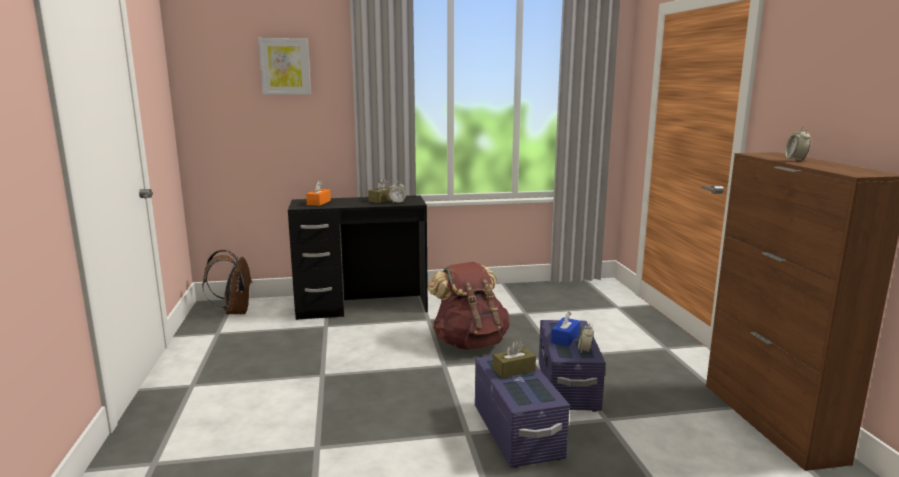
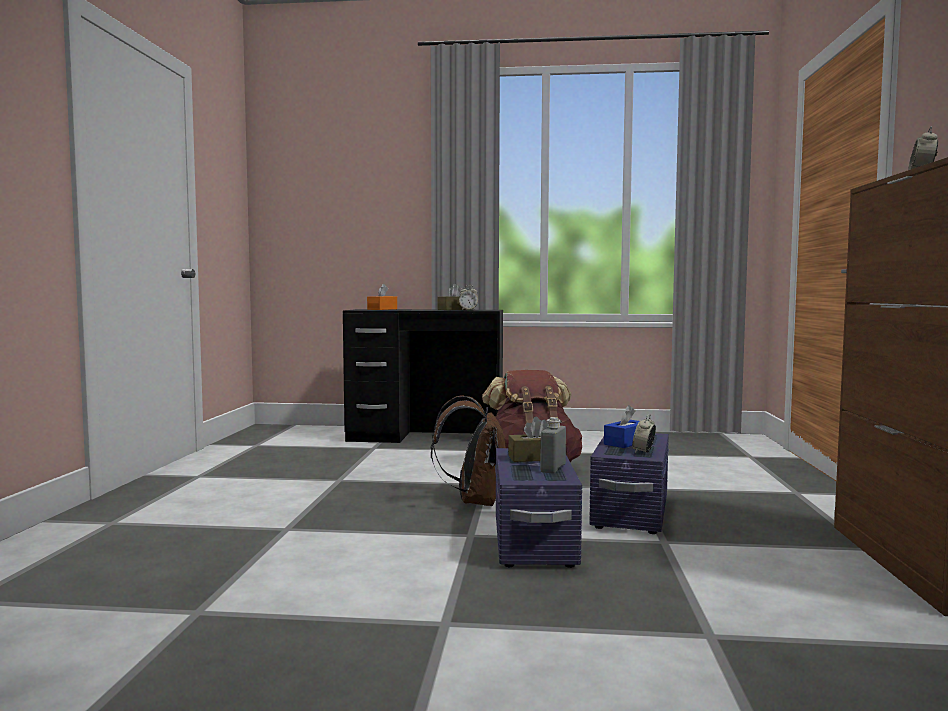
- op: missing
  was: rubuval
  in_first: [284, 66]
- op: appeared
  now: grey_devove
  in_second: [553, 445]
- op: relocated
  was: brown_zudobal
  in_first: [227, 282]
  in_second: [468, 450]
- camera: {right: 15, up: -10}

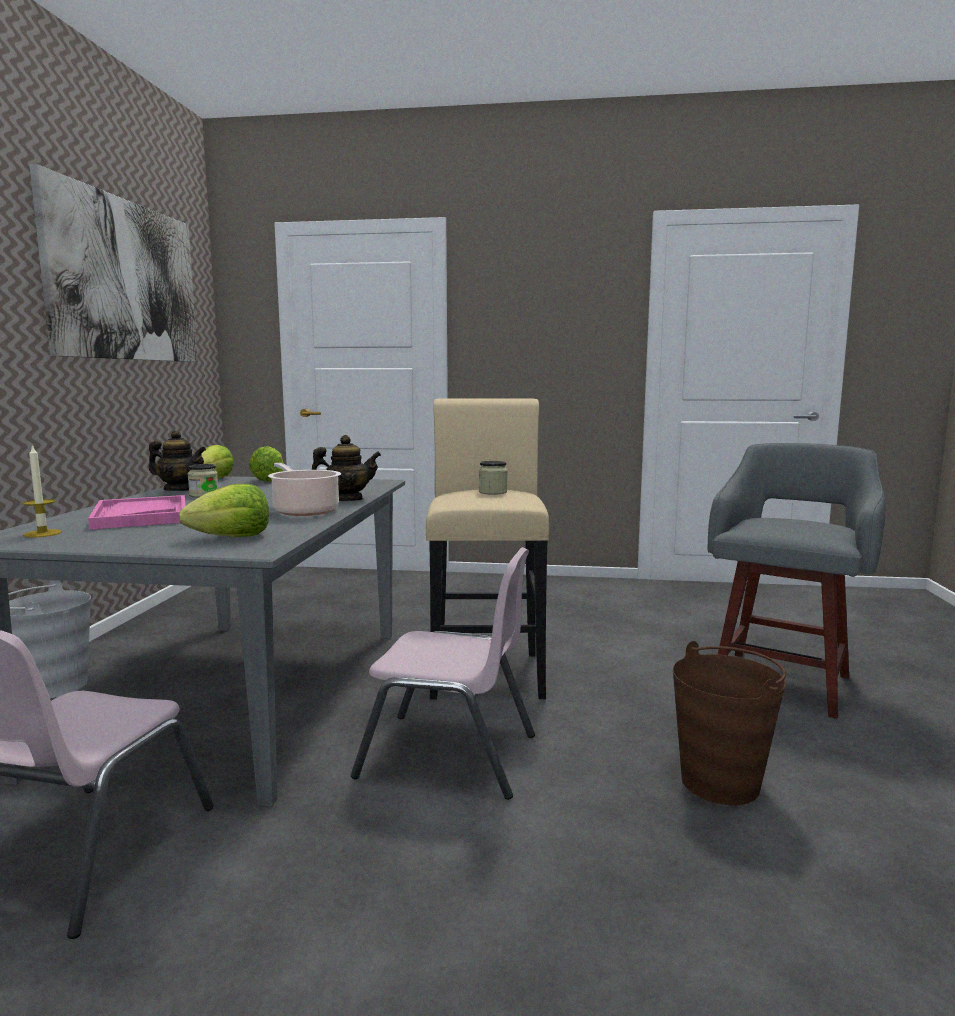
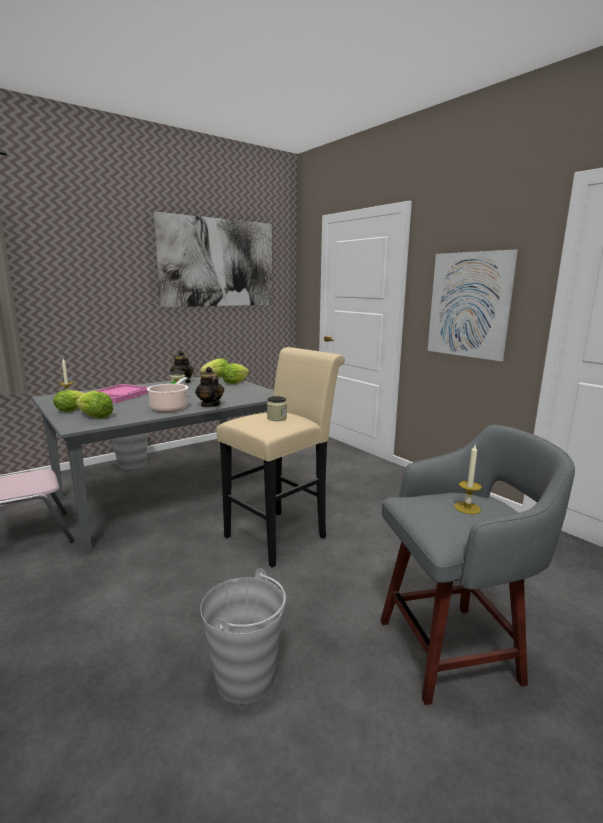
- op: missing
  was: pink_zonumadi
  in_first: [443, 673]
- op: appeared
  now: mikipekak
  in_second: [68, 401]
- op: appeared
  now: rubuval
  in_second: [473, 306]
- op: appeared
  now: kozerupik
  in_second: [468, 479]
- op: colour
  was: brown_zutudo
  now: grey_zutudo
  in_first: [729, 723]
  in_second: [243, 636]
- op: spun
  was: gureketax
  in_first: [346, 468]
  in_second: [209, 387]
  clockwise: -150
- camera: {right: 45, up: 5}

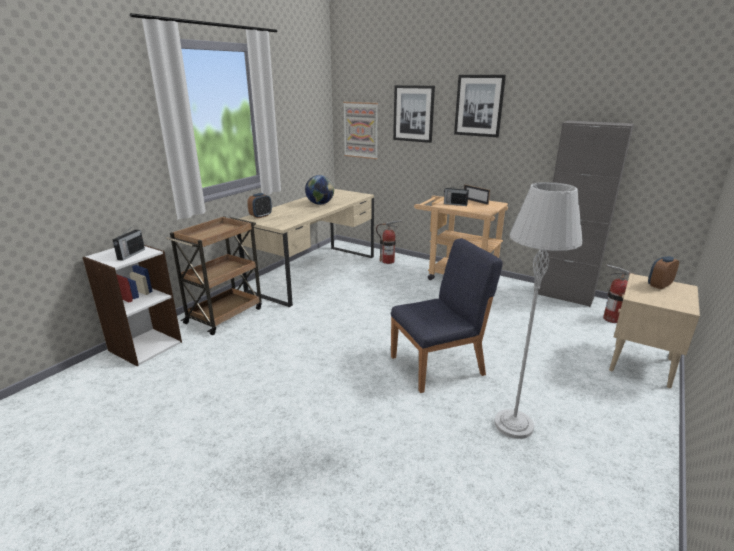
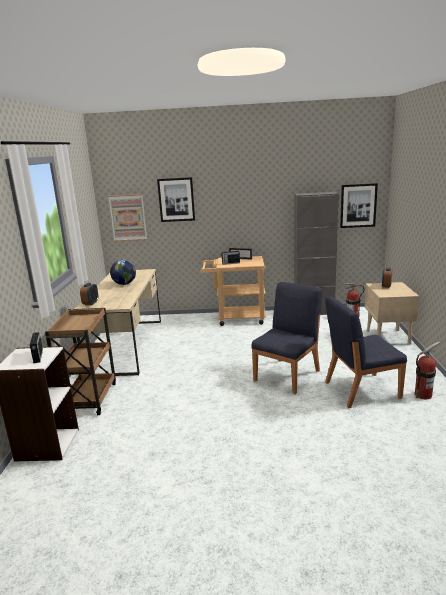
- op: relocated
  was: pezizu
  in_first: [389, 242]
  in_second: [427, 370]
- op: relocated
  was: rubuval
  in_first: [480, 106]
  in_second: [359, 205]
- op: exchanged
  was: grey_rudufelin
  now: blue_zonumadi
  in_first: [538, 310]
  in_second: [366, 352]
- camera: {right: -30, up: -5}

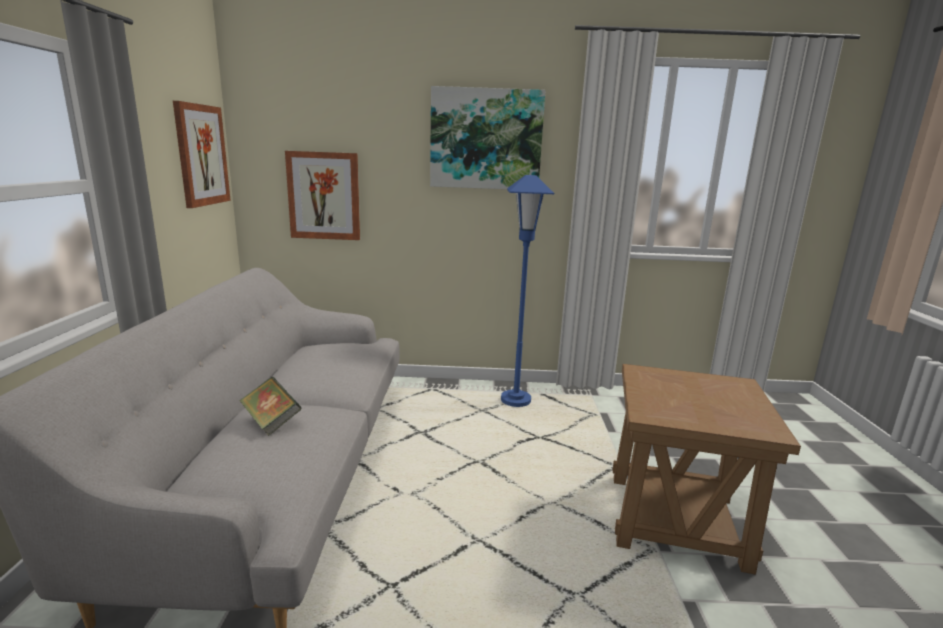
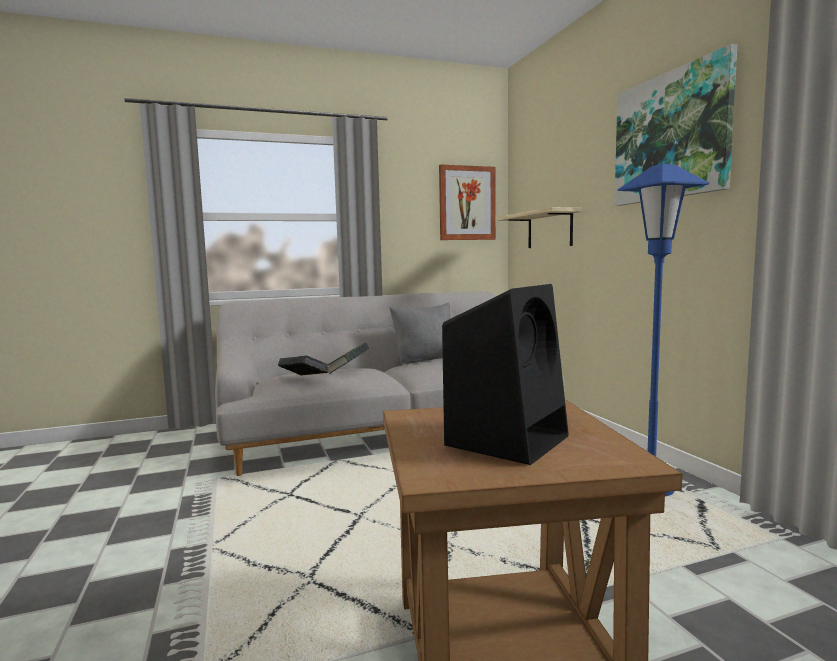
- op: appeared
  now: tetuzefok
  in_second: [304, 365]
- op: appeared
  now: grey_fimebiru
  in_second: [420, 334]
- op: appeared
  now: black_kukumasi
  in_second: [505, 374]
- op: exchanged
  was: rubuval
  now: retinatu
  in_first: [322, 195]
  in_second: [539, 227]
- camera: {right: 70, up: -10}

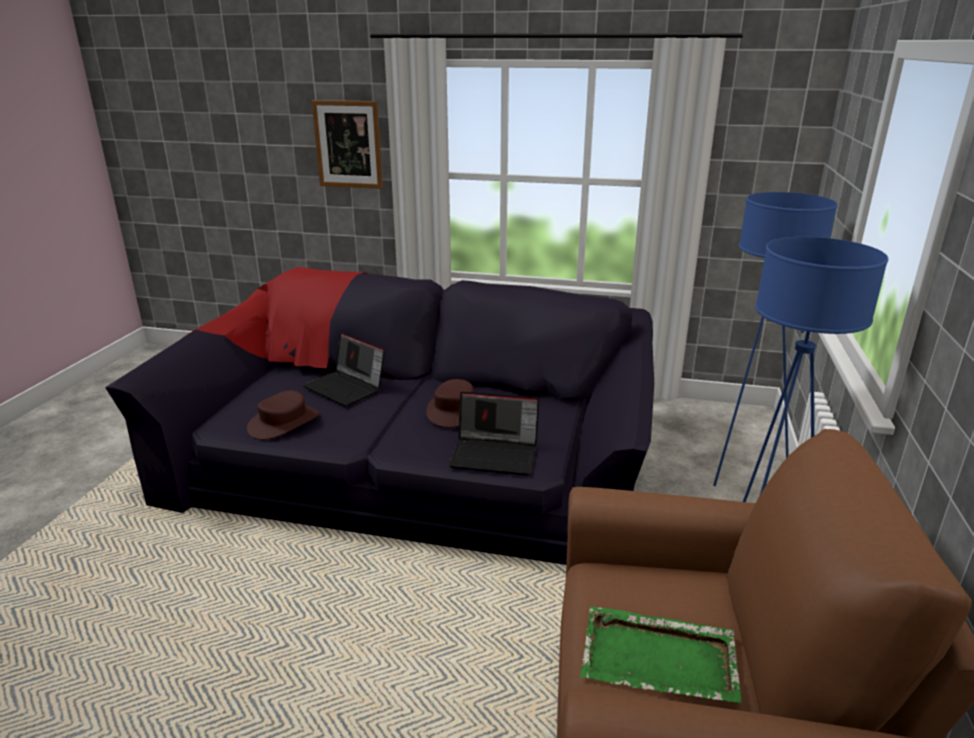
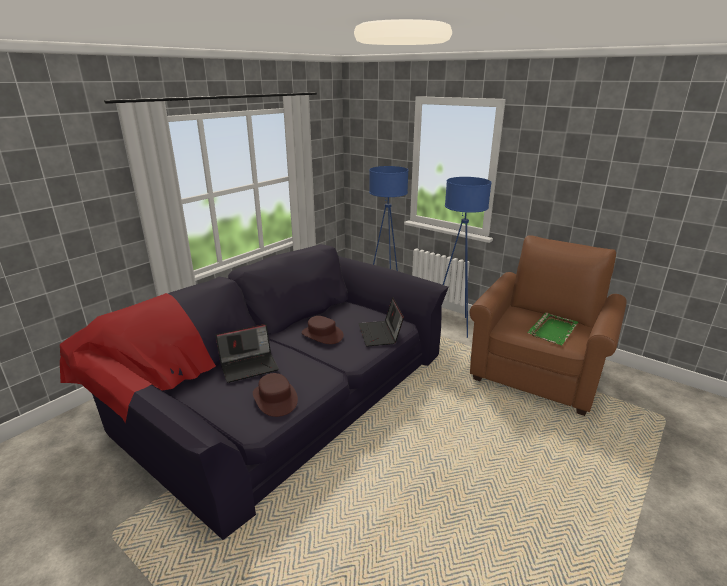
- op: missing
  was: rubuval
  in_first: [347, 144]
- op: spun
  was: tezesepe
  in_first: [493, 433]
  in_second: [381, 321]
  clockwise: 135
- camera: {right: -65, up: 0}

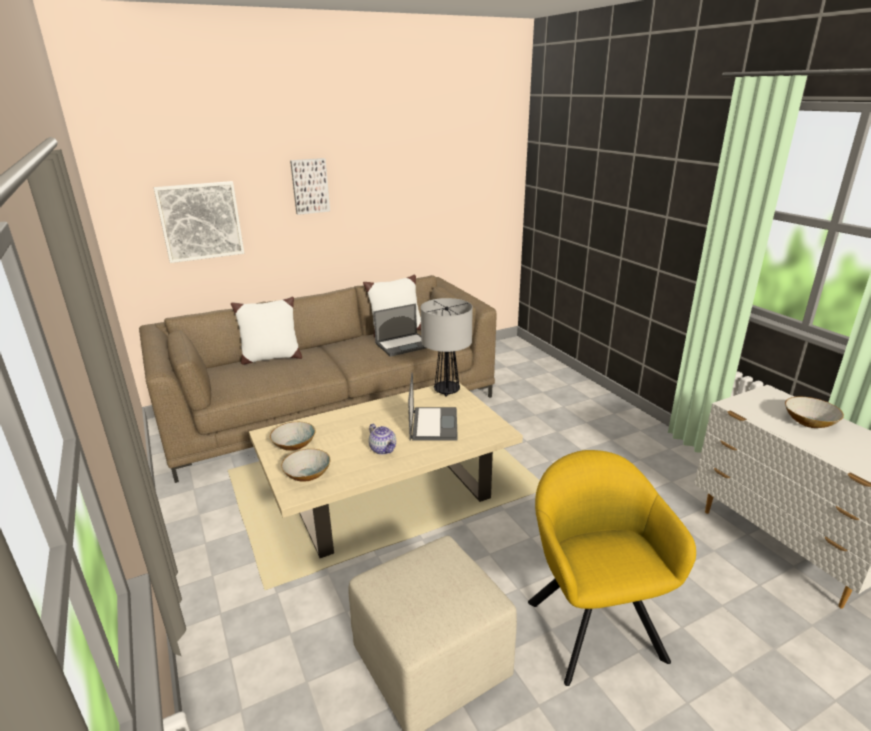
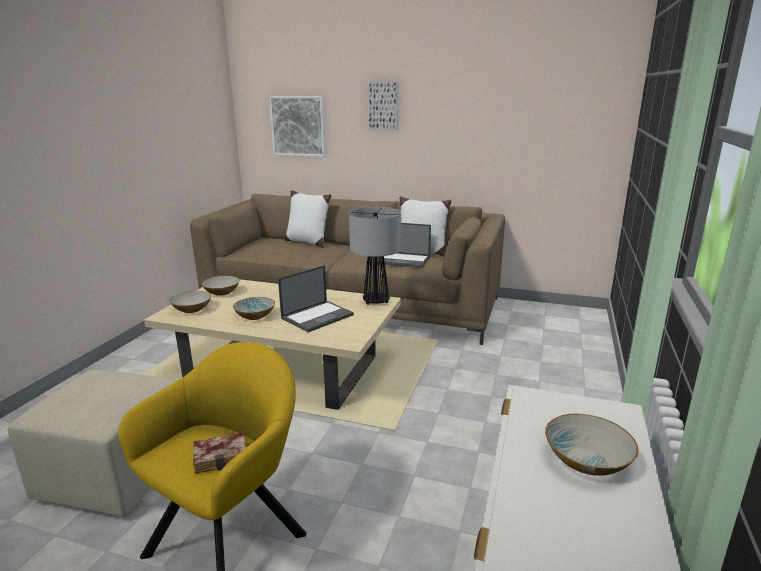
- op: appeared
  now: tetuzefok
  in_second: [219, 453]
- op: exchanged
  was: gureketax
  now: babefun
  in_first: [382, 439]
  in_second: [254, 308]
- camera: {right: 45, up: -5}

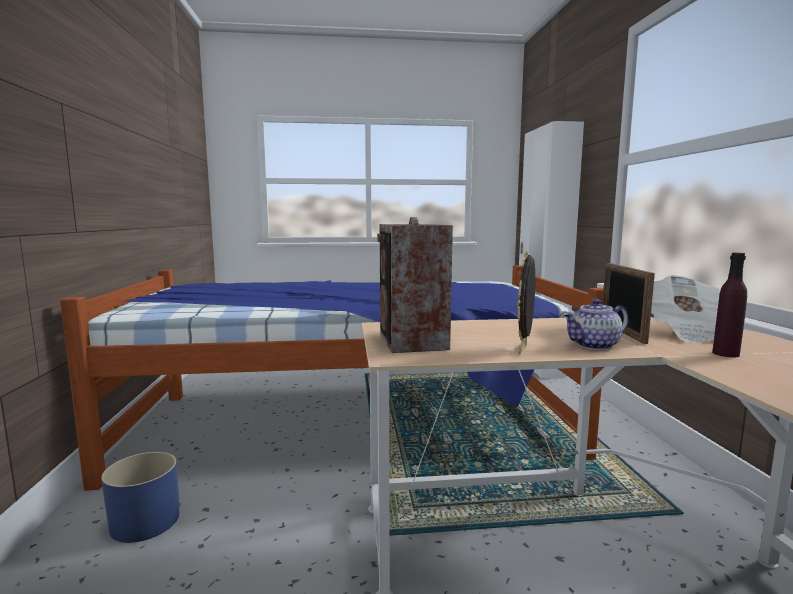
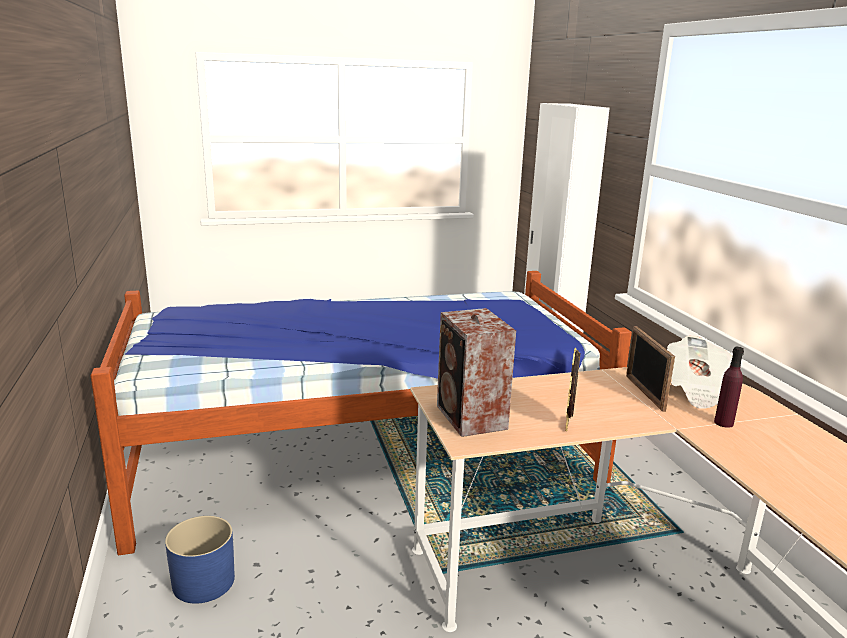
- op: missing
  was: gureketax
  in_first: [595, 324]
- camera: {right: -10, up: 10}

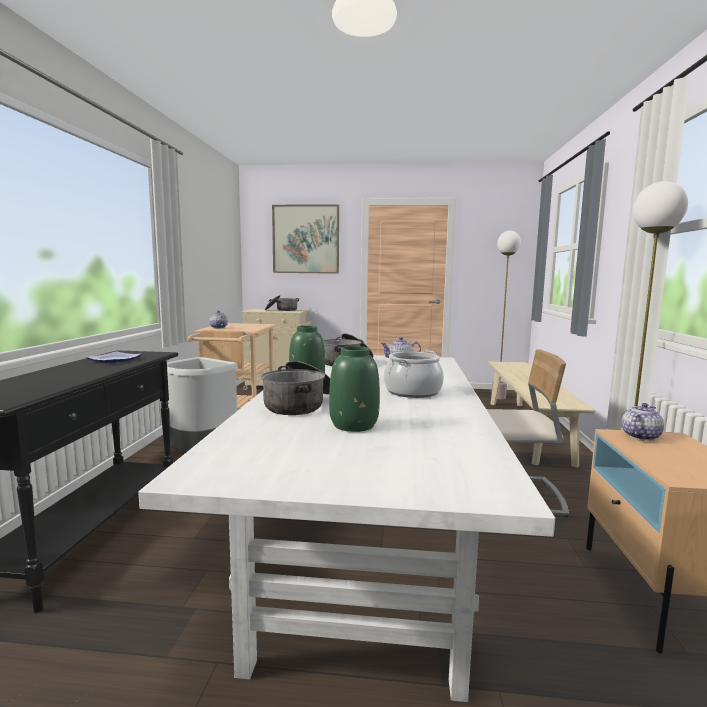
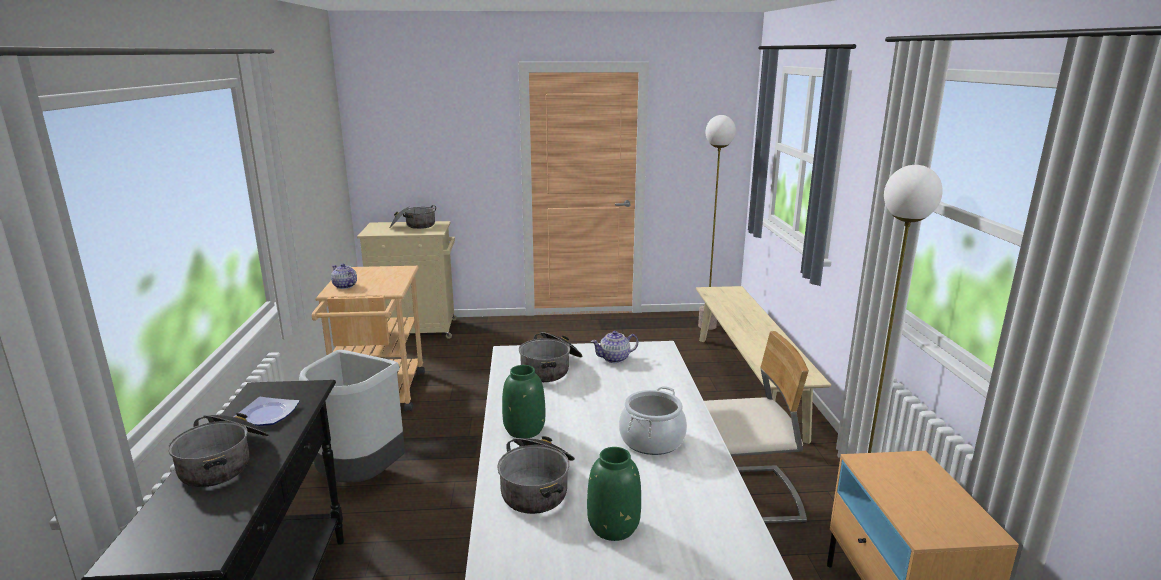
- op: missing
  was: rubuval
  in_first: [305, 239]
- op: missing
  was: gureketax
  in_first: [643, 422]
- op: appeared
  now: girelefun
  in_second: [219, 450]
- camera: {right: -10, up: 10}

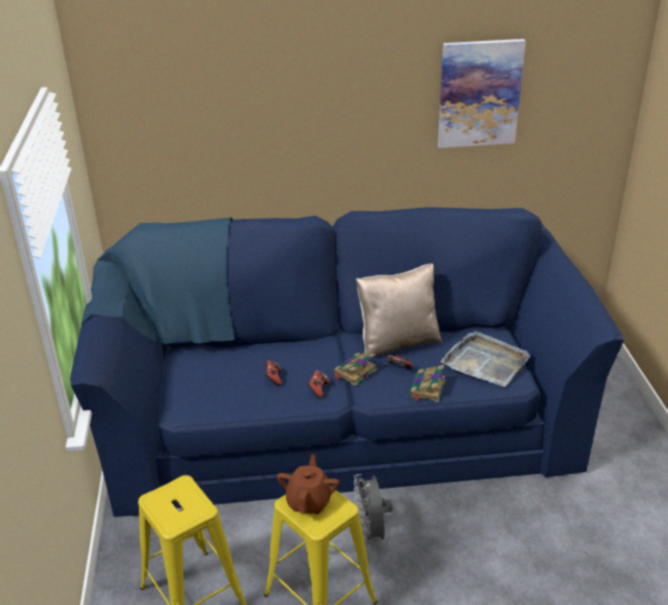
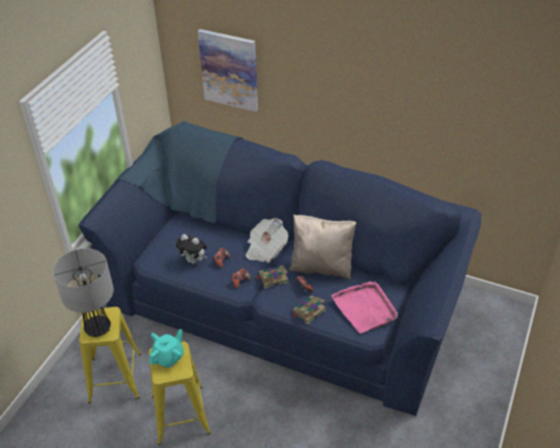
- op: missing
  was: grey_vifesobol
  in_first: [373, 510]
- op: appeared
  now: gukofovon
  in_second: [83, 292]
- op: appeared
  now: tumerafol
  in_second: [191, 249]
- op: appeared
  now: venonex
  in_second: [267, 240]
- op: relocated
  was: rubuval
  in_first: [482, 93]
  in_second: [228, 70]
- op: colour
  was: brown_gureketax
  now: turquoise_gureketax
  in_first: [308, 484]
  in_second: [166, 348]
- op: colour
  was: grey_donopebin
  now: pink_donopebin
  in_first: [486, 359]
  in_second: [364, 307]
- camera: {right: 30, up: 10}

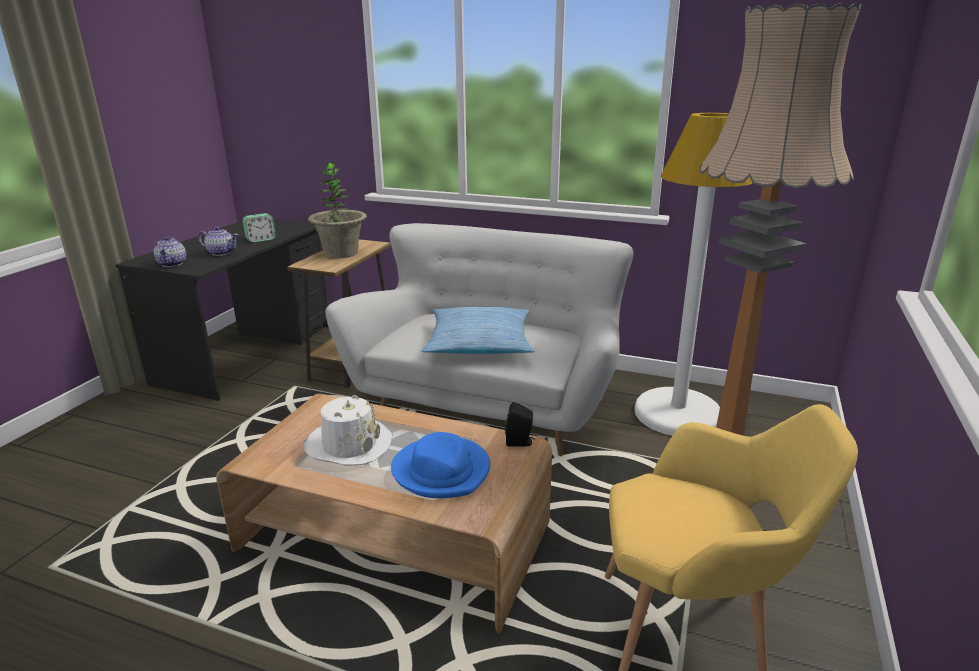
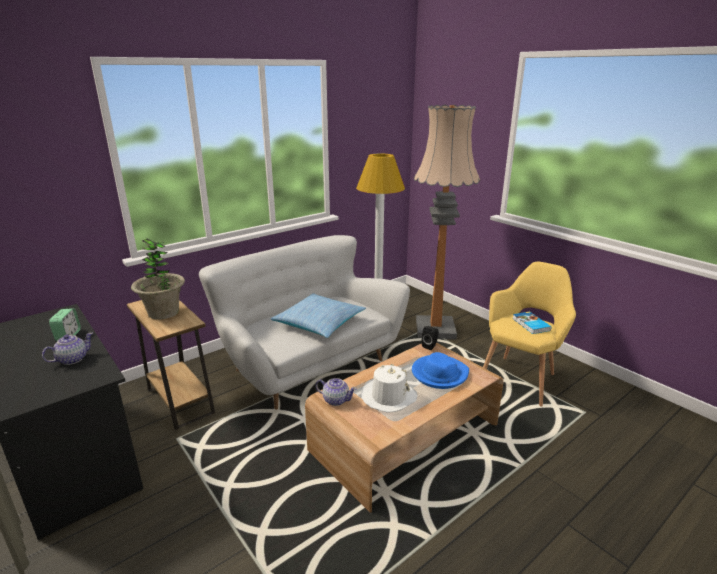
- op: appeared
  now: tetuzefok
  in_second: [531, 323]
- op: relocated
  was: gureketax
  in_first: [170, 251]
  in_second: [336, 392]
- camera: {right: -60, up: 0}

